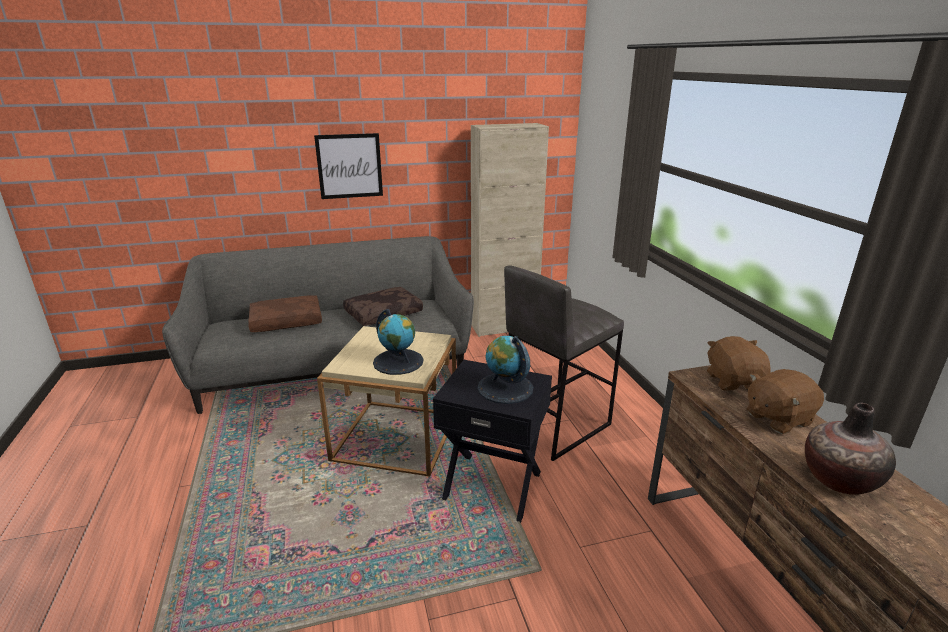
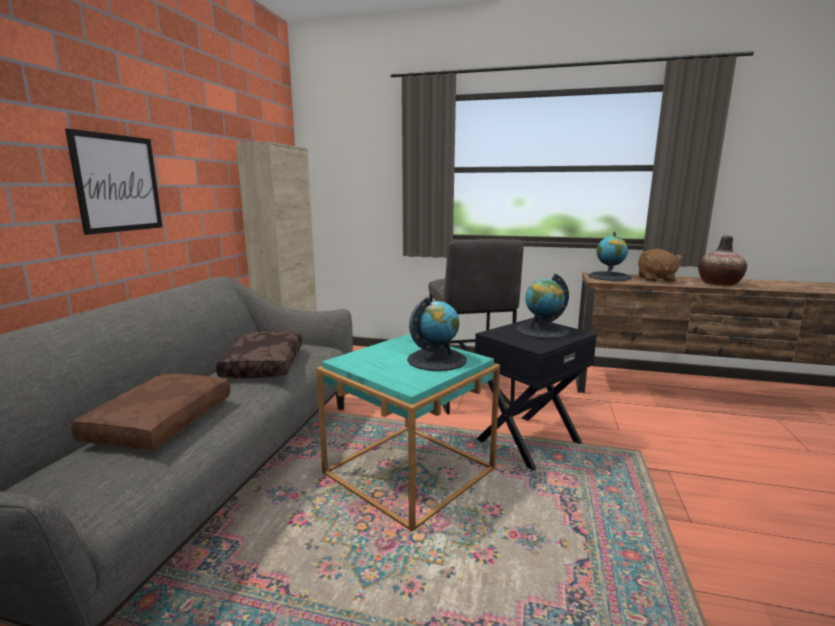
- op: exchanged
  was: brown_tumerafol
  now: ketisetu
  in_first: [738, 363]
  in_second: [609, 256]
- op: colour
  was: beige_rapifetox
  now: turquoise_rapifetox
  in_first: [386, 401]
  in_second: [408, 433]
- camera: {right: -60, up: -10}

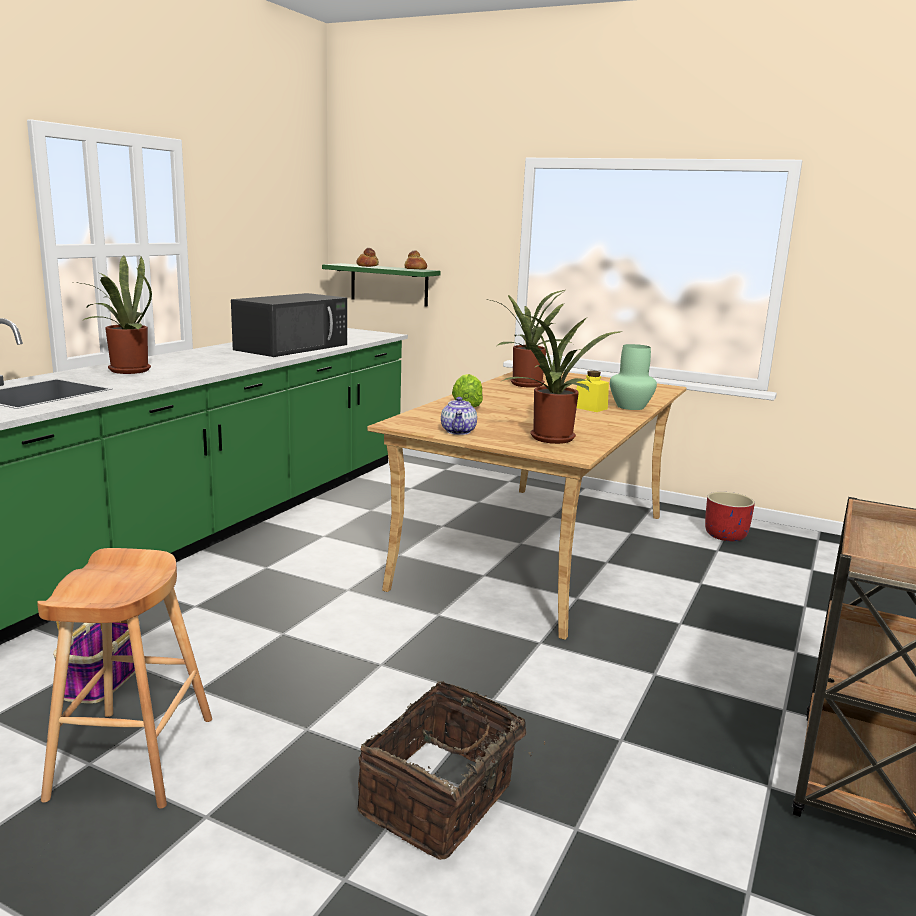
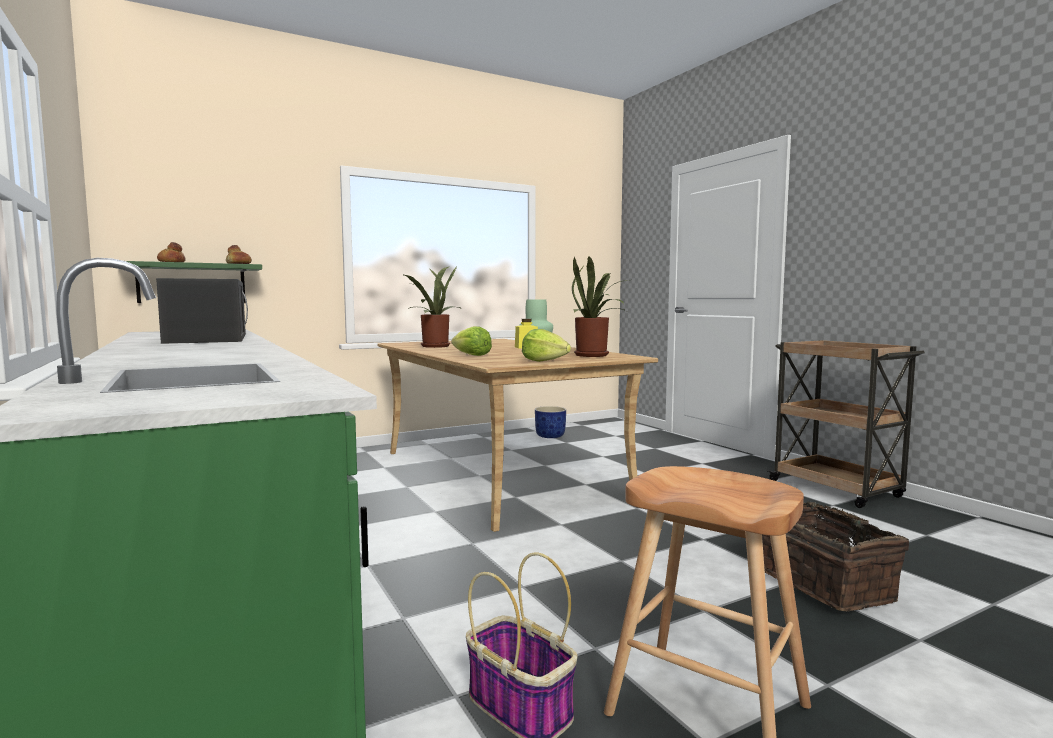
- op: missing
  was: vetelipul
  in_first: [113, 314]
- op: exchanged
  was: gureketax
  now: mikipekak
  in_first: [459, 416]
  in_second: [546, 345]
- op: colour
  was: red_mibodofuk
  now: blue_mibodofuk
  in_first: [730, 516]
  in_second: [550, 422]
- camera: {right: -55, up: -10}

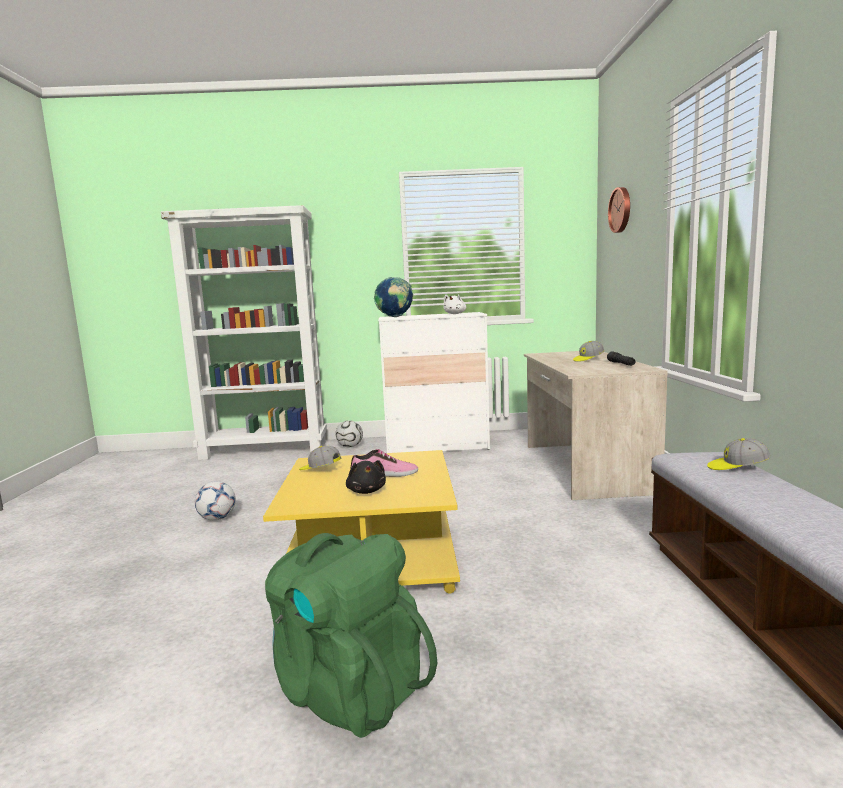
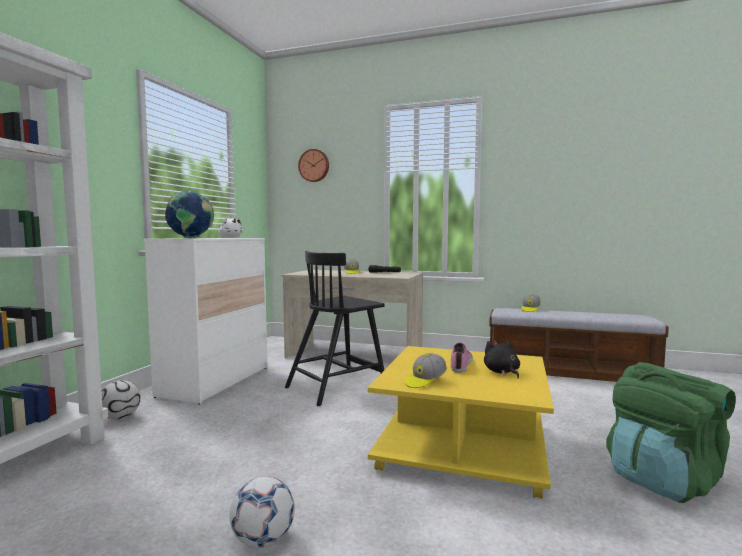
- op: appeared
  now: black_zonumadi
  in_second: [335, 328]
- op: spun
  was: black_tumerafol
  in_first: [366, 477]
  in_second: [502, 359]
  clockwise: -105
- camera: {right: -70, up: -5}

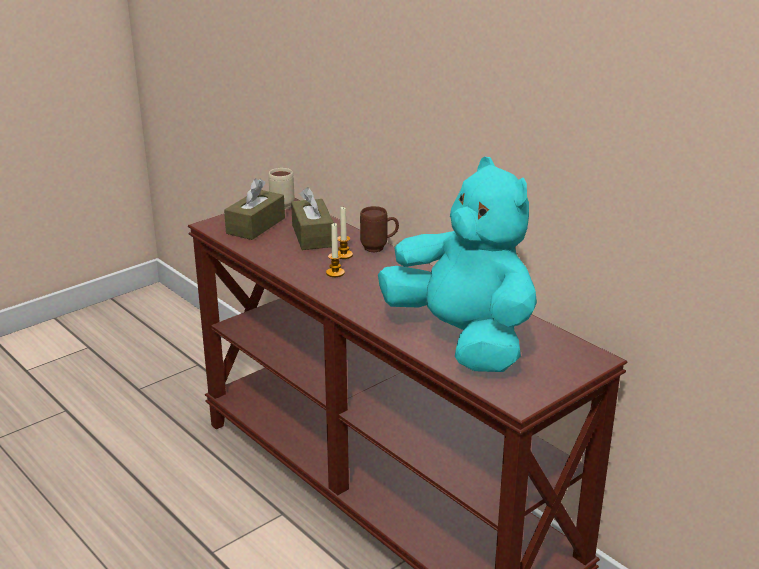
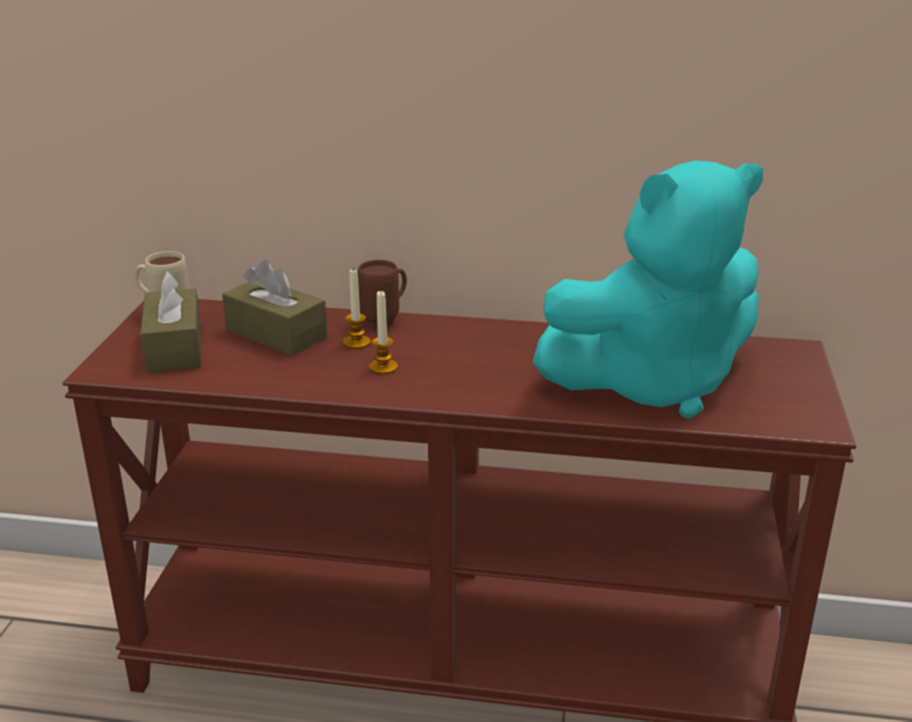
- op: spun
  was: turquoise_tumerafol
  in_first: [457, 264]
  in_second: [647, 290]
  clockwise: 150
- camera: {right: -40, up: 0}

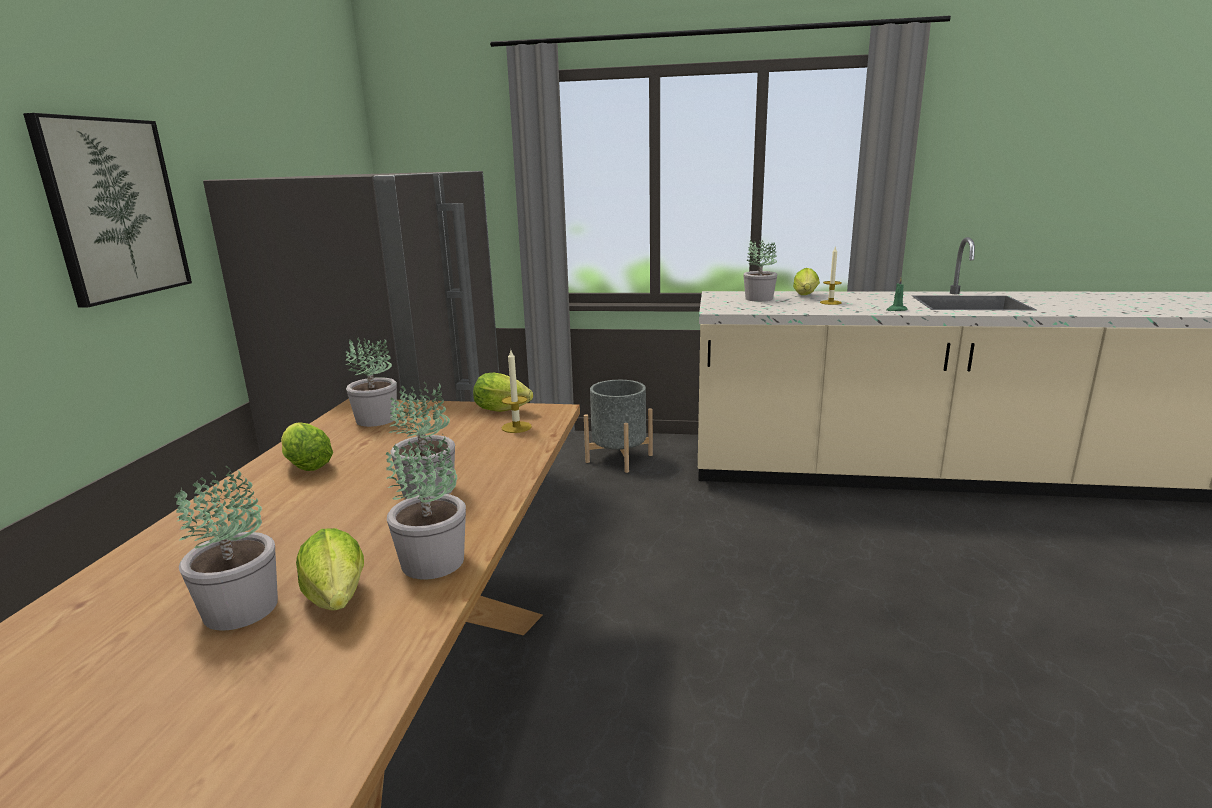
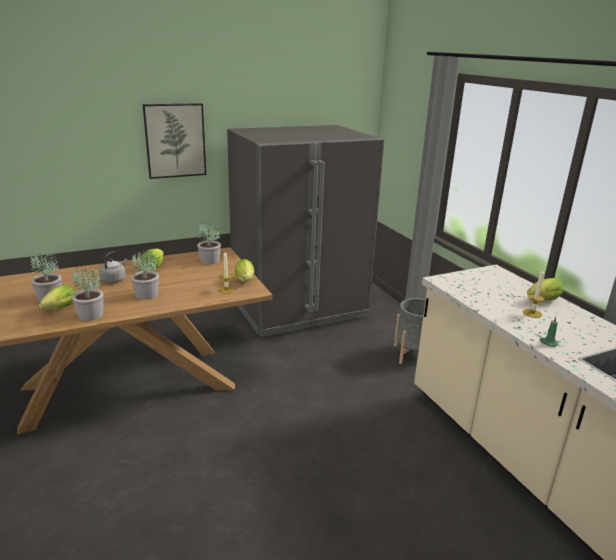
- op: missing
  was: vetelipul
  in_first: [760, 271]
- op: appeared
  now: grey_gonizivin
  in_second: [113, 267]
- camera: {right: 55, up: 5}

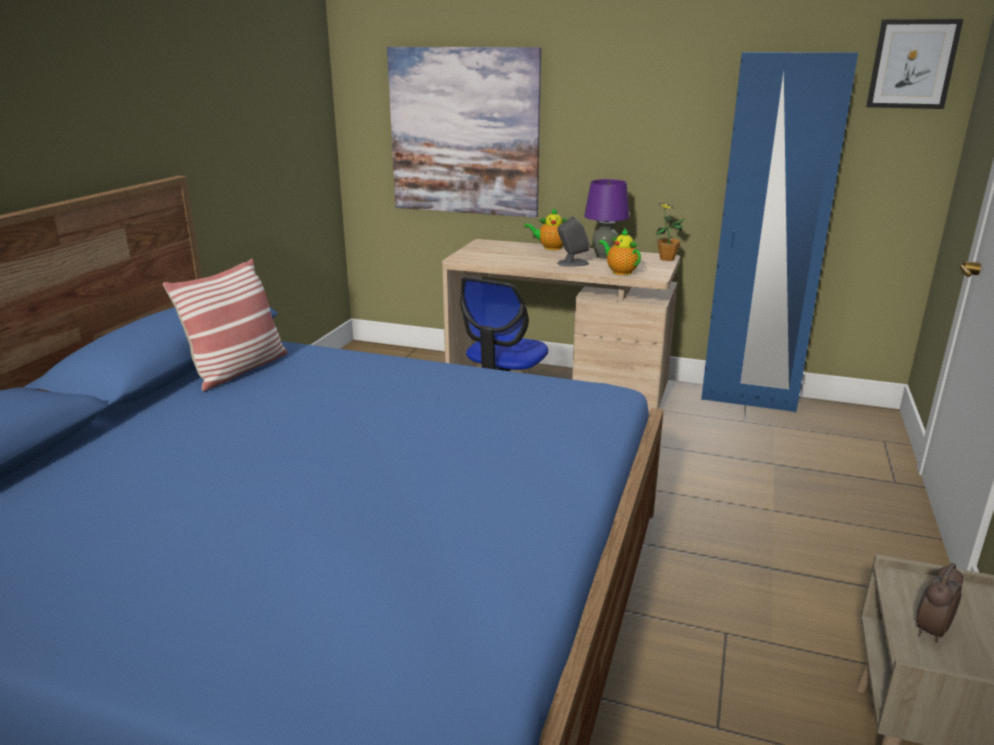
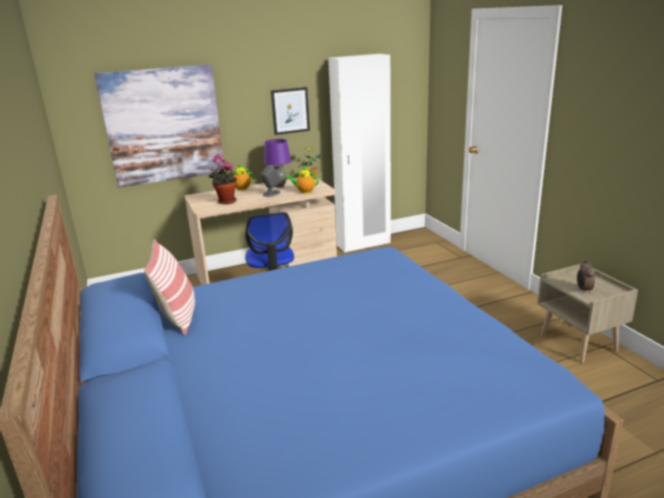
- op: appeared
  now: vetelipul
  in_second: [222, 179]
- op: relocated
  was: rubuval
  in_first: [914, 64]
  in_second: [290, 111]
- op: colour
  was: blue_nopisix
  now: white_nopisix
  in_first: [779, 232]
  in_second: [359, 153]
- camera: {right: -40, up: 0}

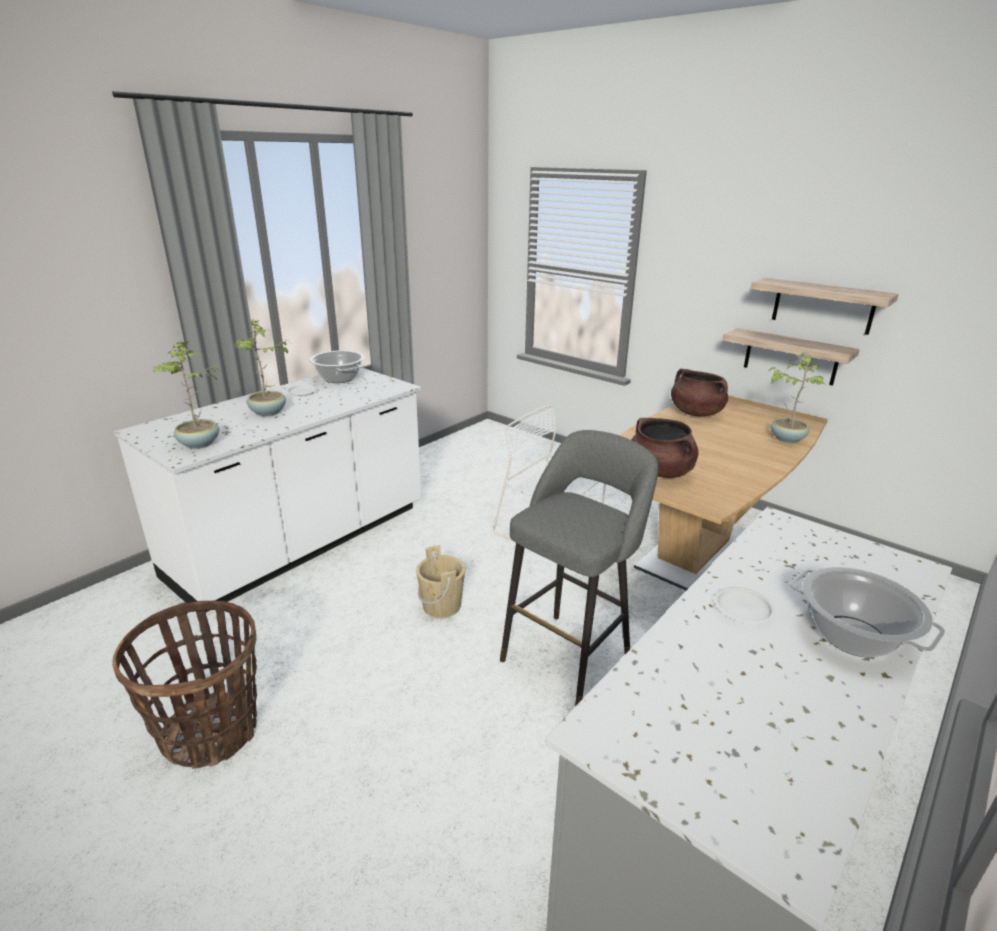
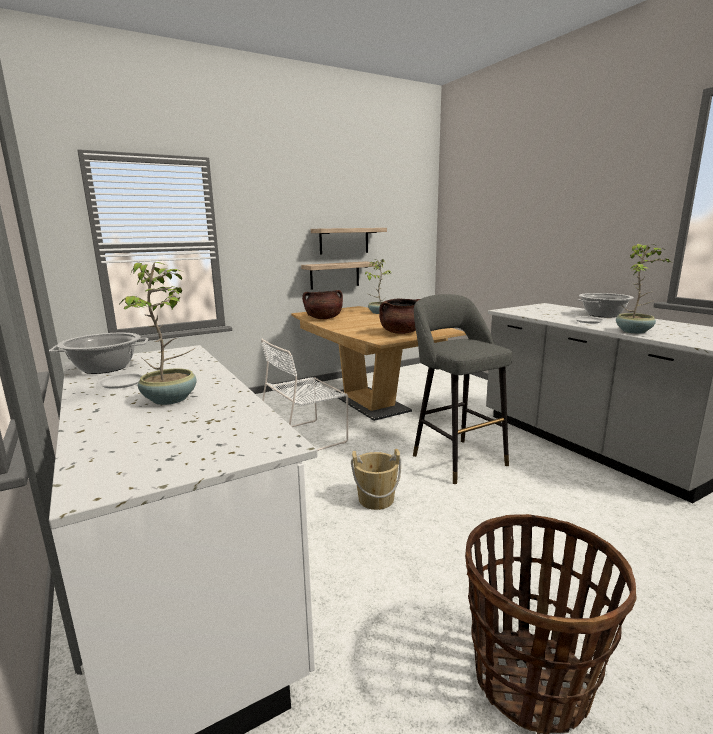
- op: relocated
  was: vetelipul
  in_first: [186, 394]
  in_second: [644, 289]
- camera: {right: -70, up: -10}

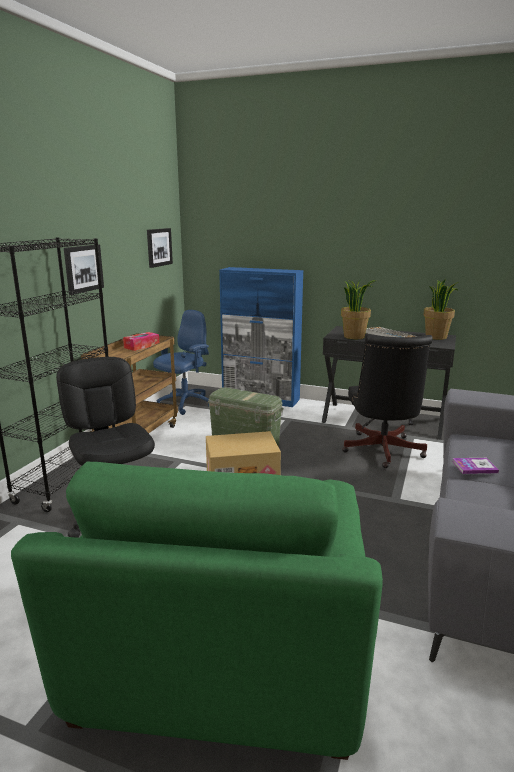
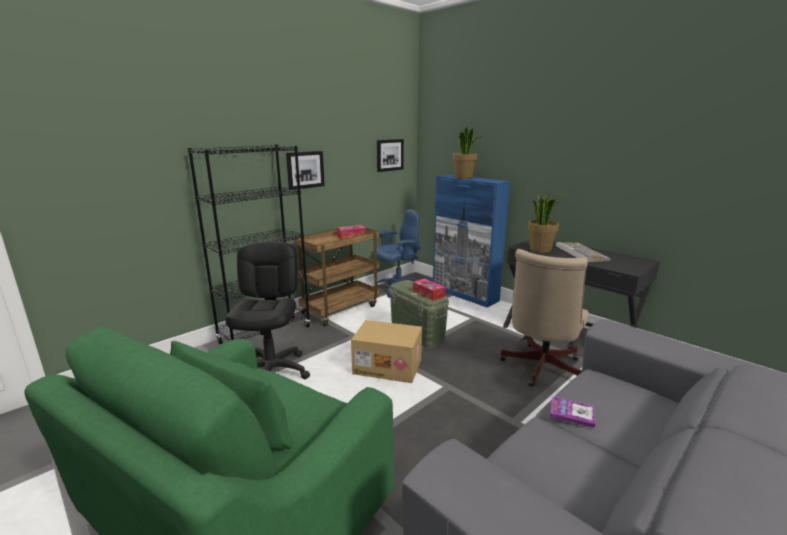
- op: appeared
  now: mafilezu
  in_second: [429, 289]
- op: relocated
  was: vetelipul
  in_first: [441, 309]
  in_second: [467, 153]
- op: colour
  was: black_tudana
  now: beige_tudana
  in_first: [387, 401]
  in_second: [544, 318]
- camera: {right: 25, up: 0}

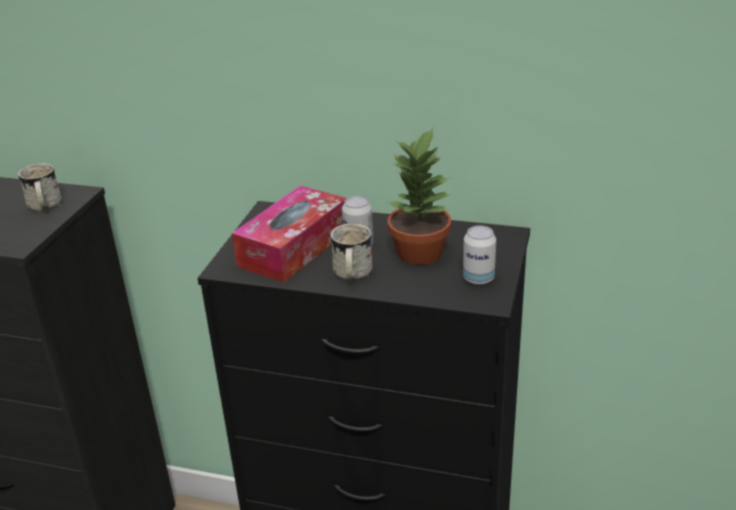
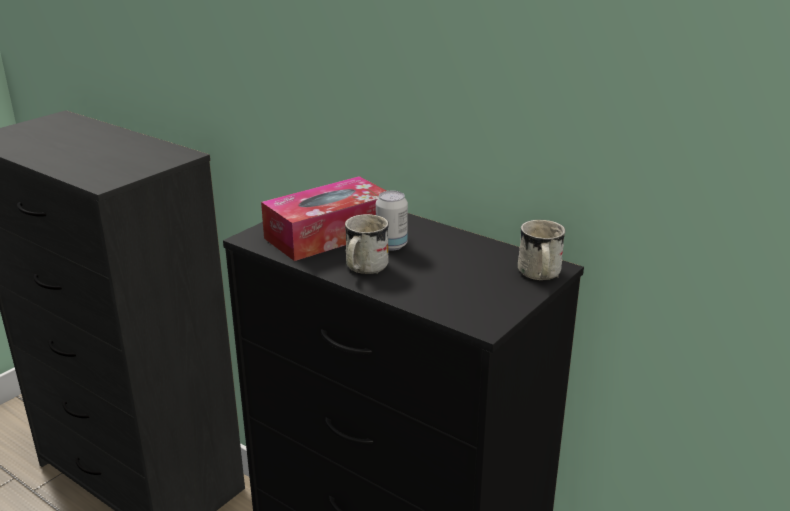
- op: missing
  was: vetelipul
  in_first: [419, 196]
- op: missing
  was: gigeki
  in_first: [479, 255]
- op: relocated
  was: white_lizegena
  in_first: [40, 187]
  in_second: [542, 250]
- camera: {right: 20, up: -5}

